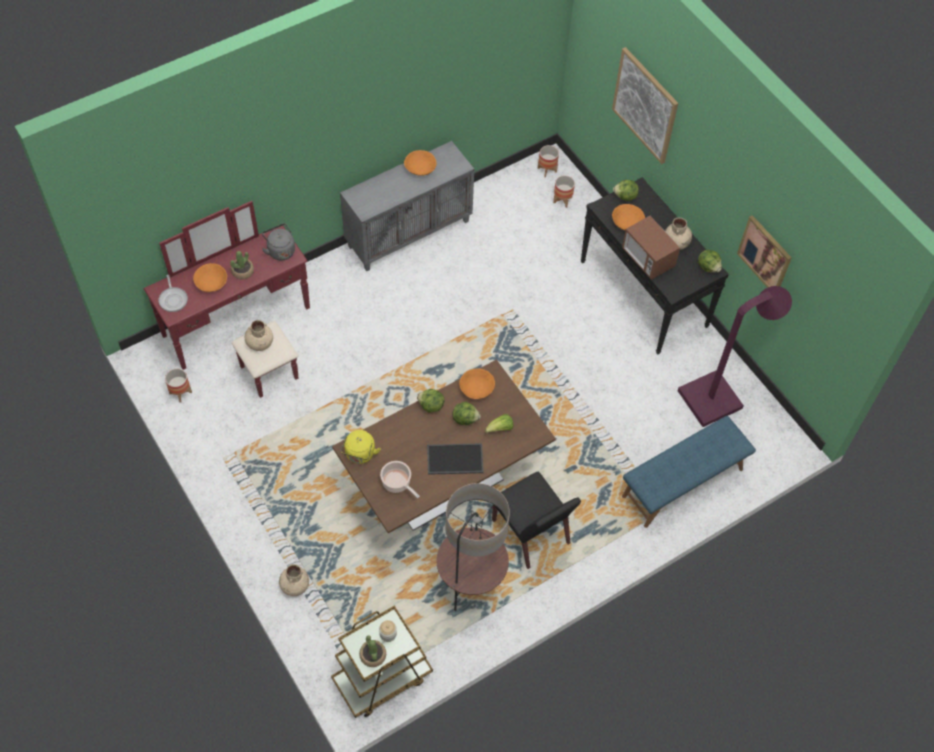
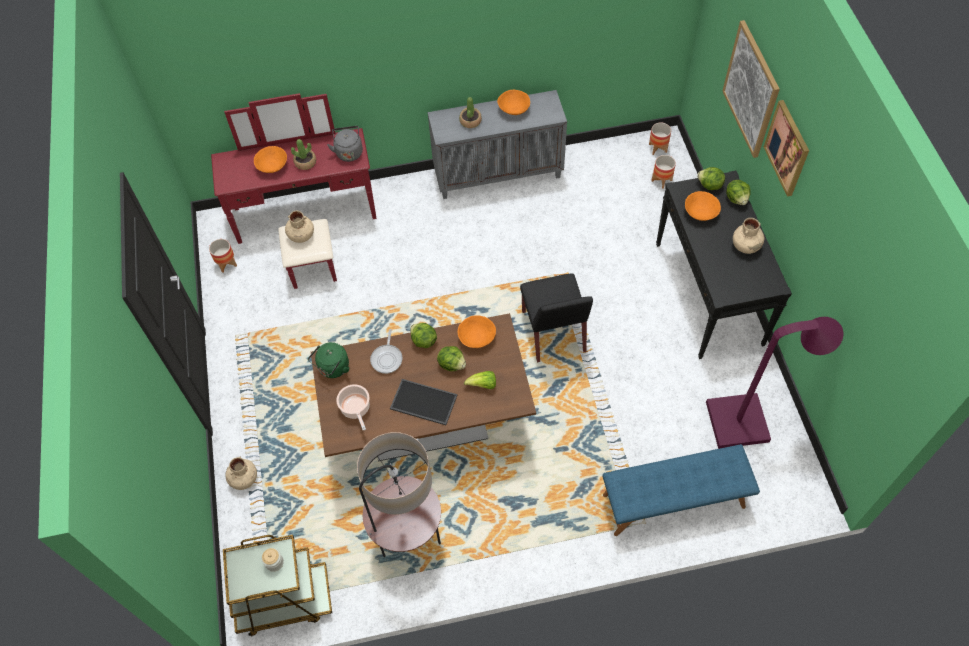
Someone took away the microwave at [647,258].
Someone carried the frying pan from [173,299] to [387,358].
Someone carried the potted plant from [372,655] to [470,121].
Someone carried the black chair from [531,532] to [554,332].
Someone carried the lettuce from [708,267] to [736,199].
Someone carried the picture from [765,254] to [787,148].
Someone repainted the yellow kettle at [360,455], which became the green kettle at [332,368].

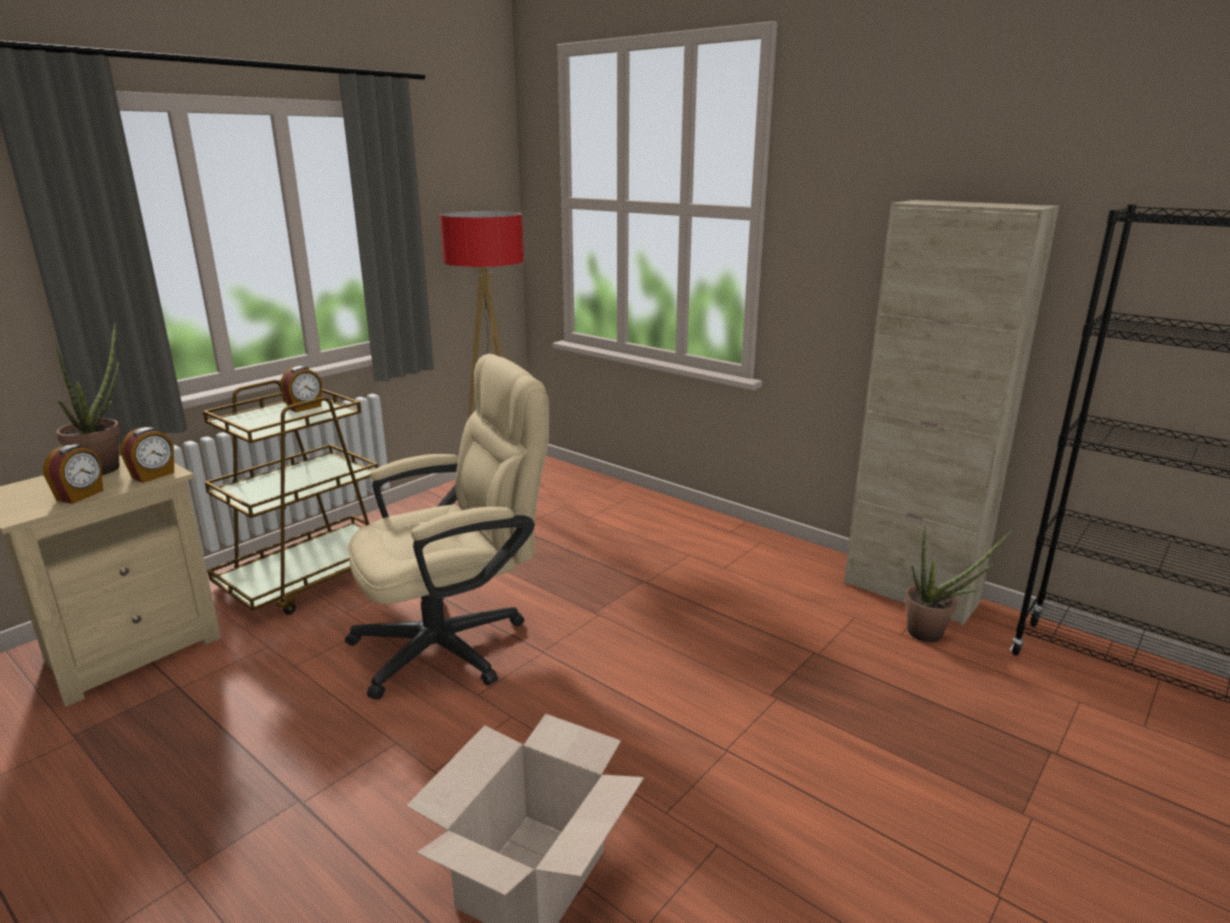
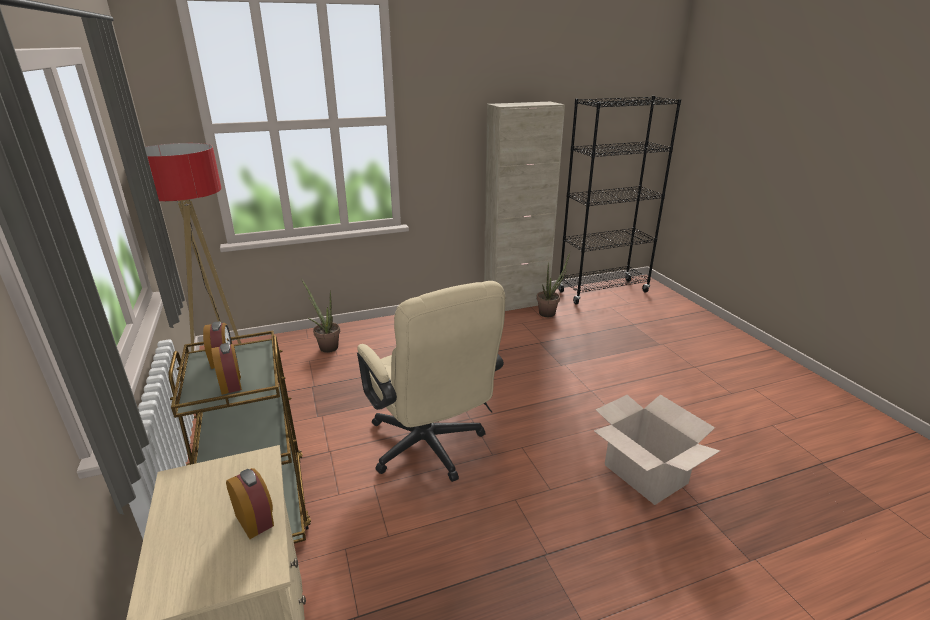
Someone carried the potted plant from [105,466] to [326,346].
Someone carried the alarm clock from [153,475] to [231,384].
Someone rotated the beige office chair at [456,642] by 150 degrees clockwise.

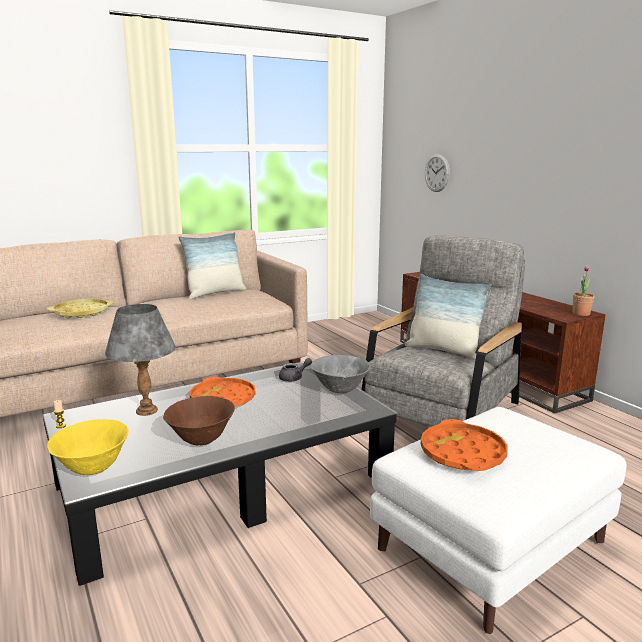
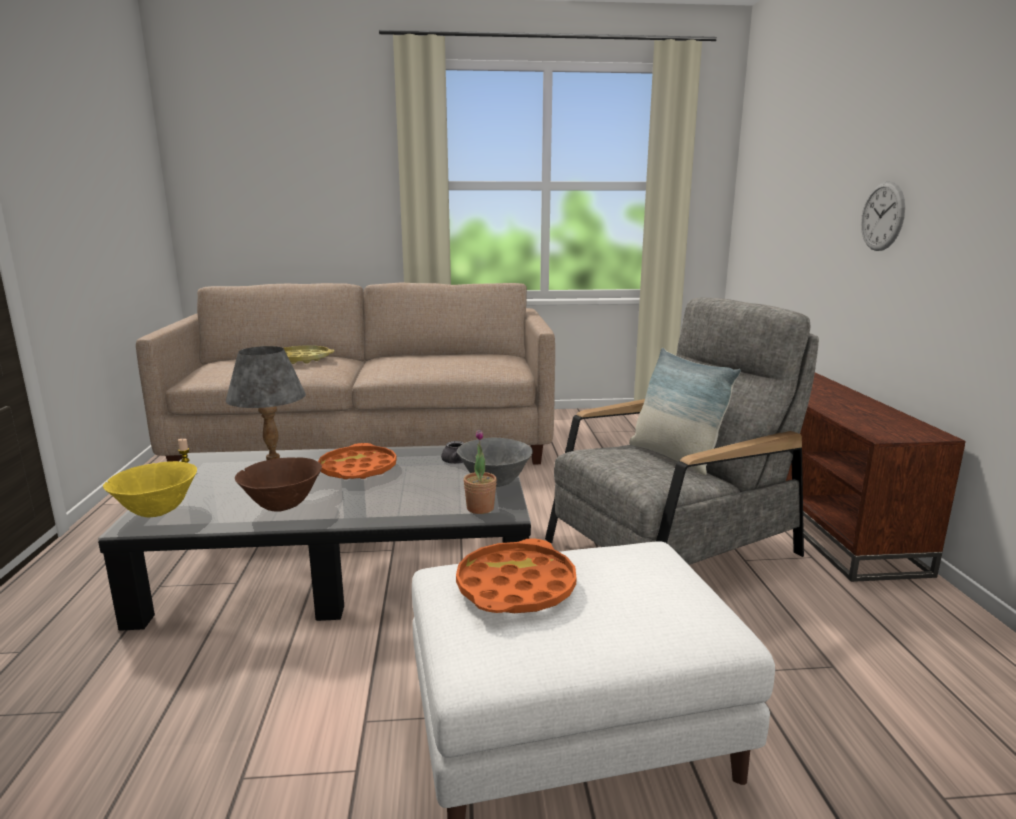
Someone took away the pillow at [215,293].
Someone carried the wall clock from [437,173] to [882,216].
Someone carried the potted plant from [581,313] to [480,508].

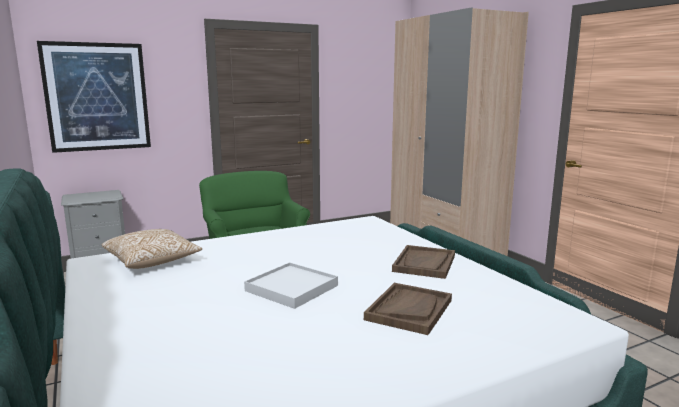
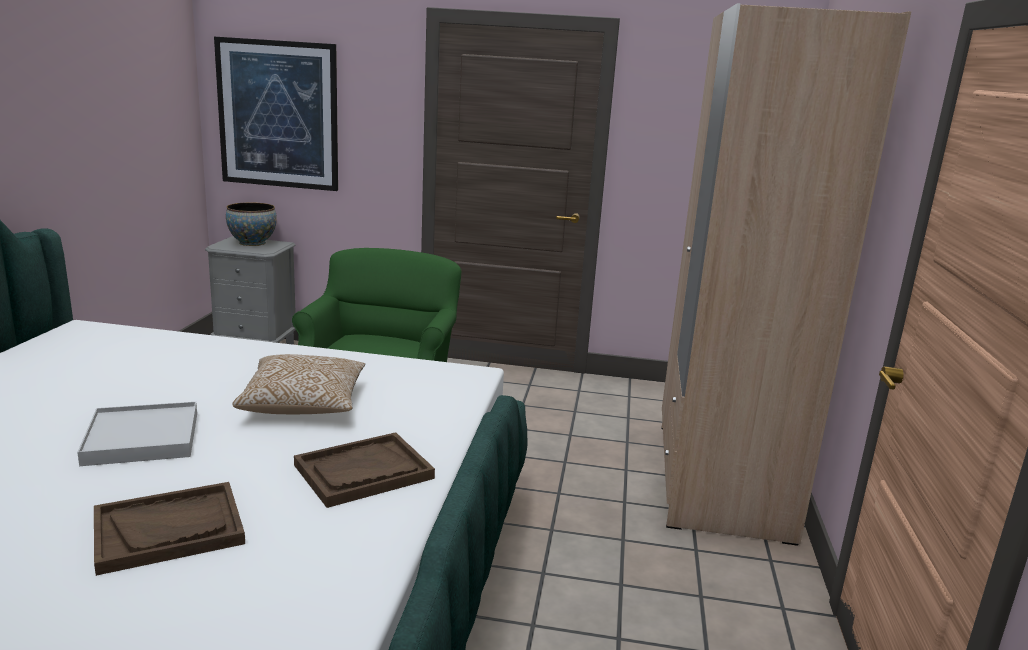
Someone put down the bowl at [252,243].
Someone carried the pillow from [153,261] to [303,404].

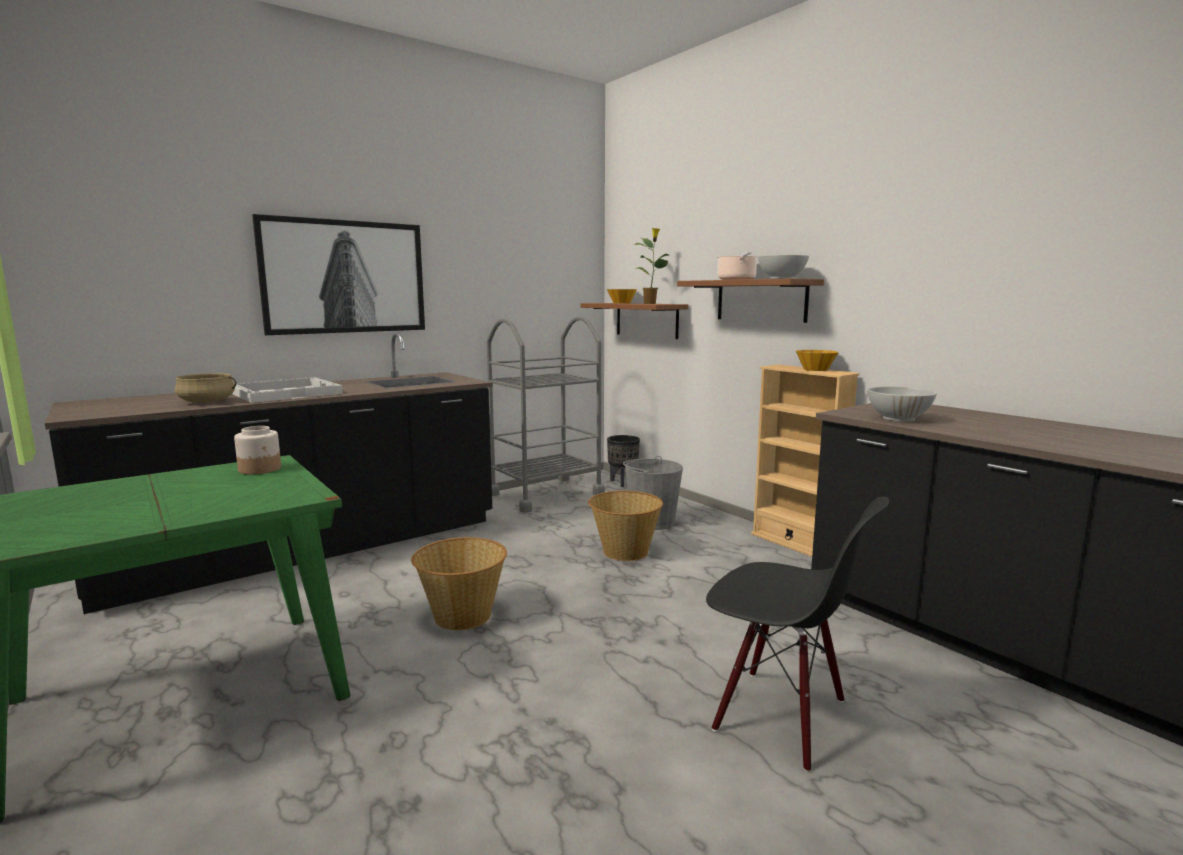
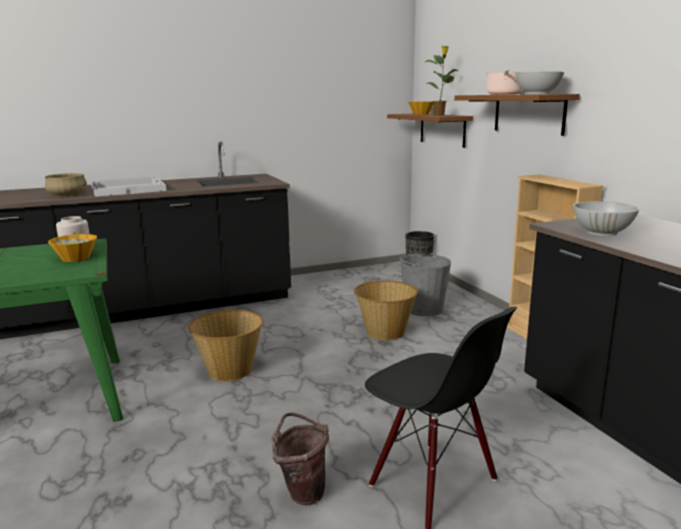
Someone took away the picture at [345,277].
Someone took away the grey cart at [546,494].
Someone put down the brown bucket at [302,491].
Someone carried the bowl from [815,369] to [75,258].

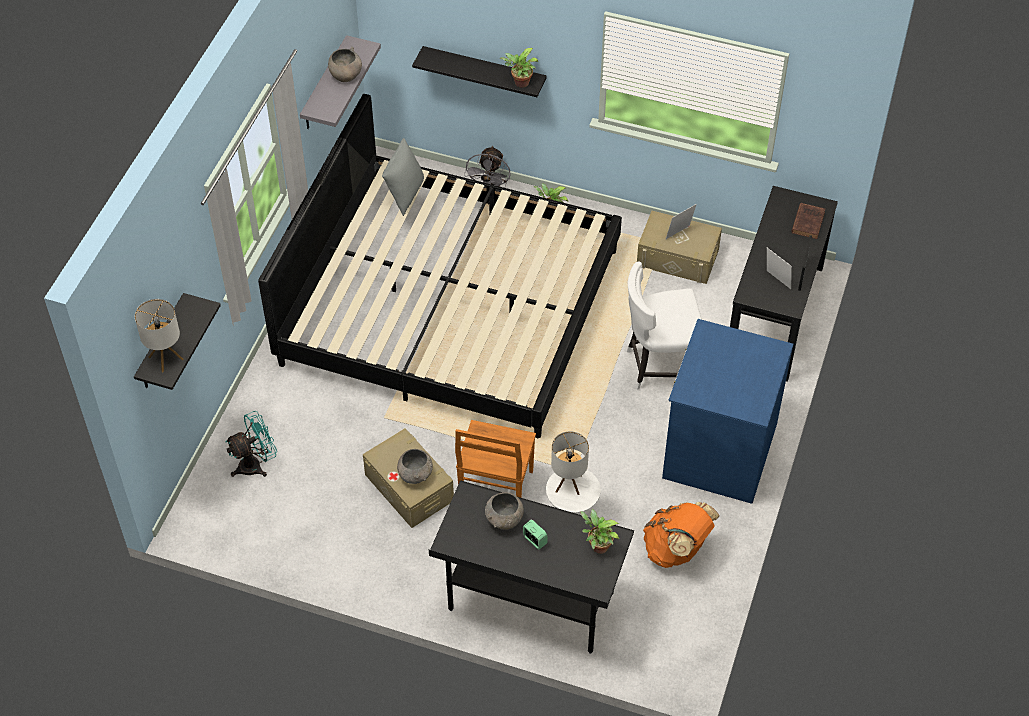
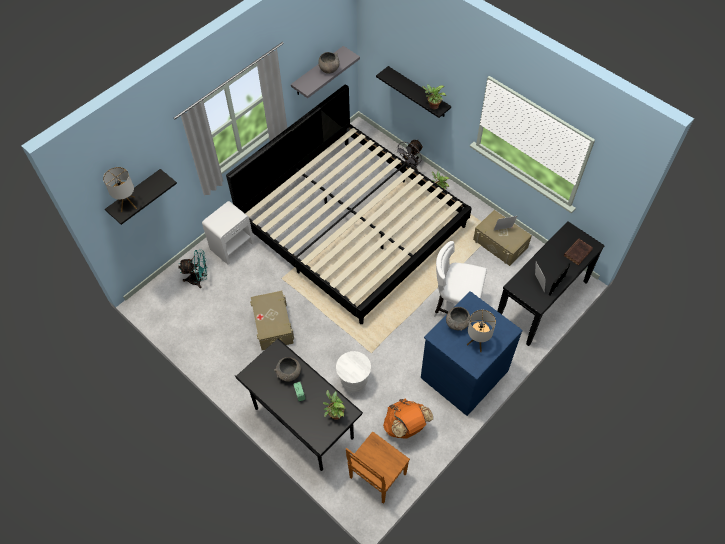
Someone took away the grey pillow at [404,195].
Someone put down the white nightstand at [232,246].
Someone carried the grey bowl from [415,475] to [457,324].
Someone carried the brown chair from [495,489] to [376,477].
Someone carried the table lamp from [568,483] to [477,342].

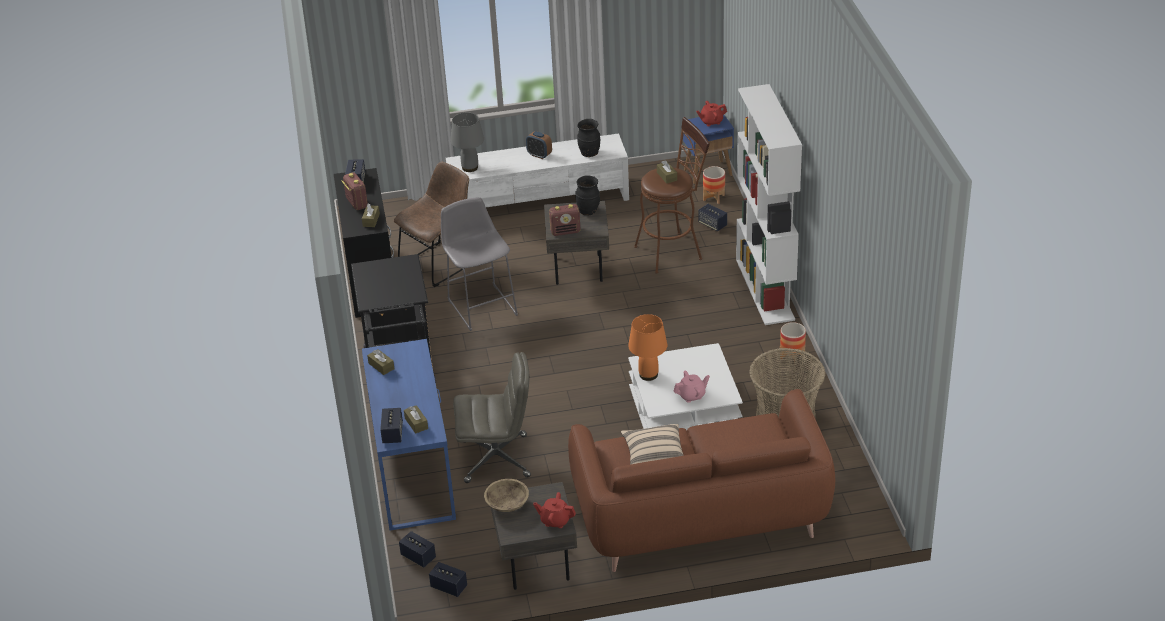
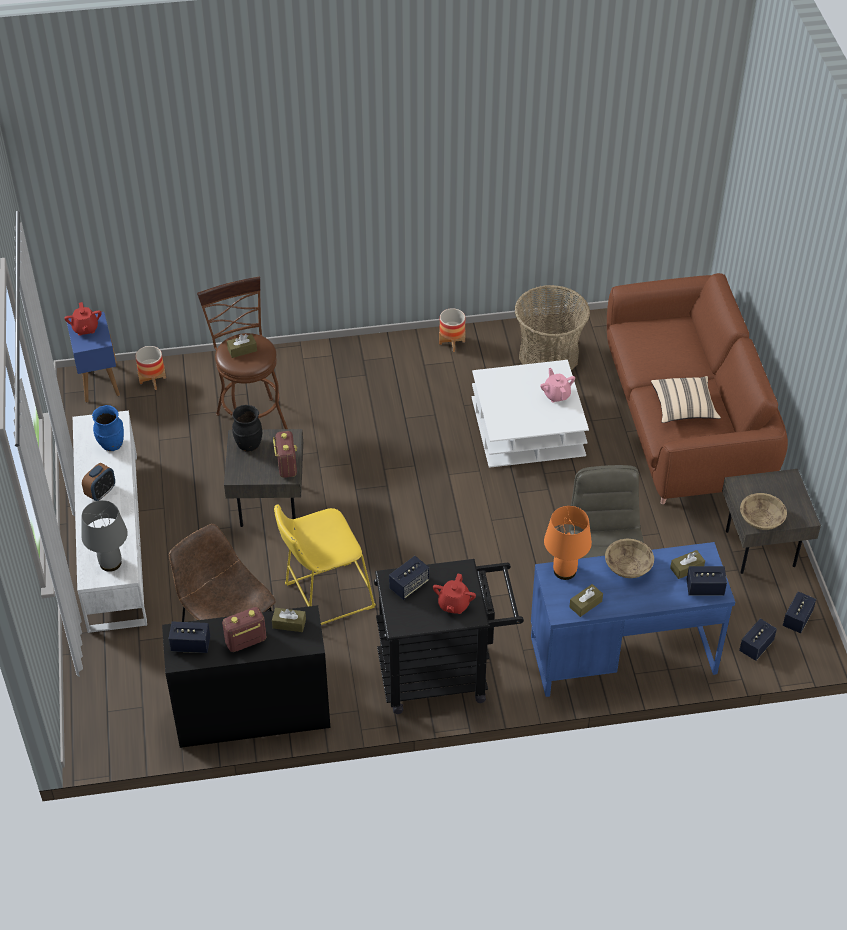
Someone took away the white bookcase at [765,290].
Someone put down the beige bowl at [628,567].
Someone carried the red teapot from [555,520] to [453,604].
Someone carried the orange table lamp from [649,374] to [564,570].
Someone carried the speaker from [712,225] to [409,585].
Someone repainted the grey stool at [481,305], which became the yellow stool at [324,597].
Someone repainted the black vase at [589,153], which became the blue vase at [111,445].

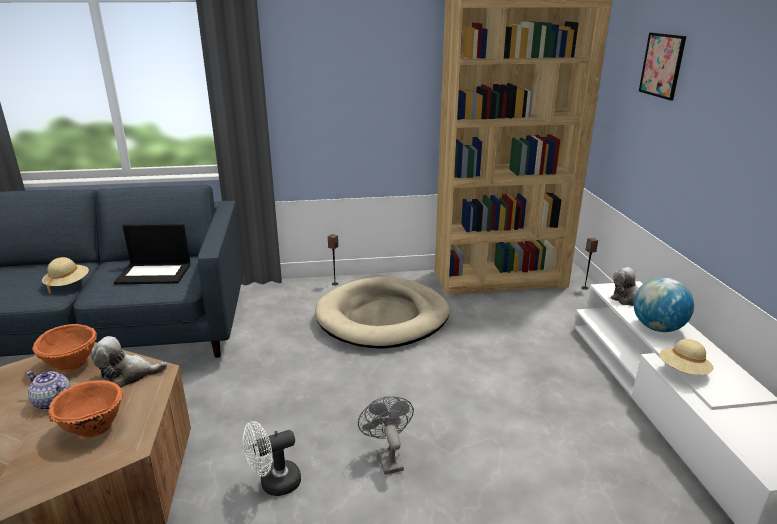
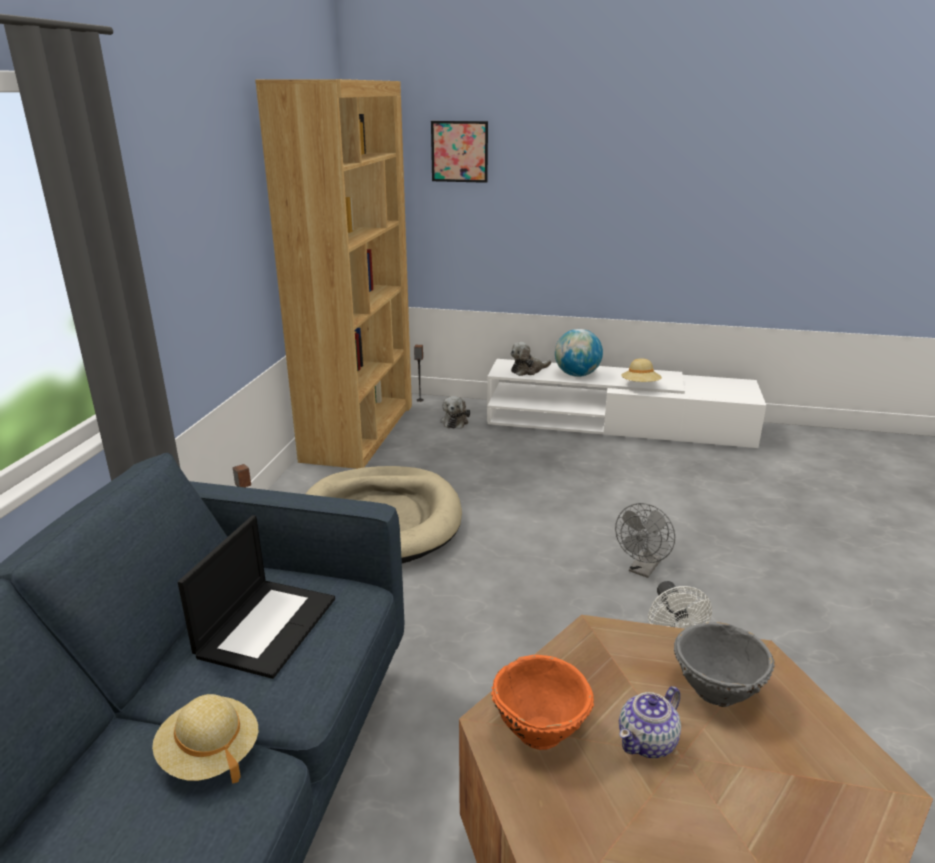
Someone carried the plush toy from [128,375] to [455,421].
Someone repainted the orange bowl at [93,427], which became the grey bowl at [716,691].
Someone rotated the grey fan at [387,457] by 60 degrees counterclockwise.

